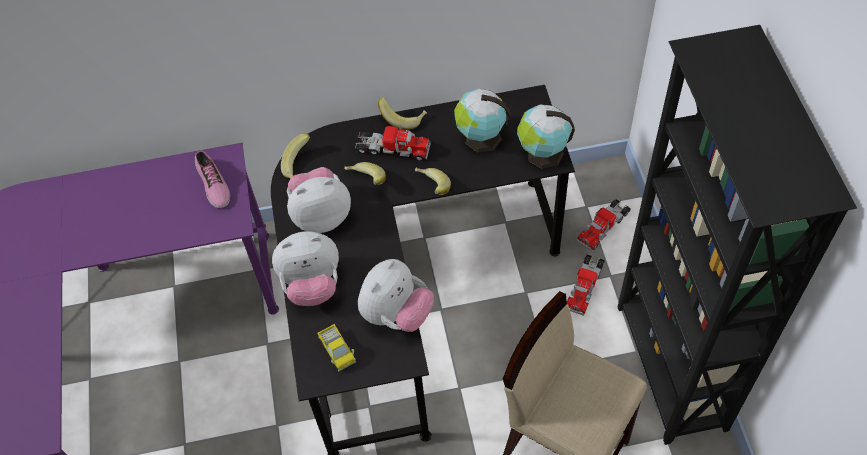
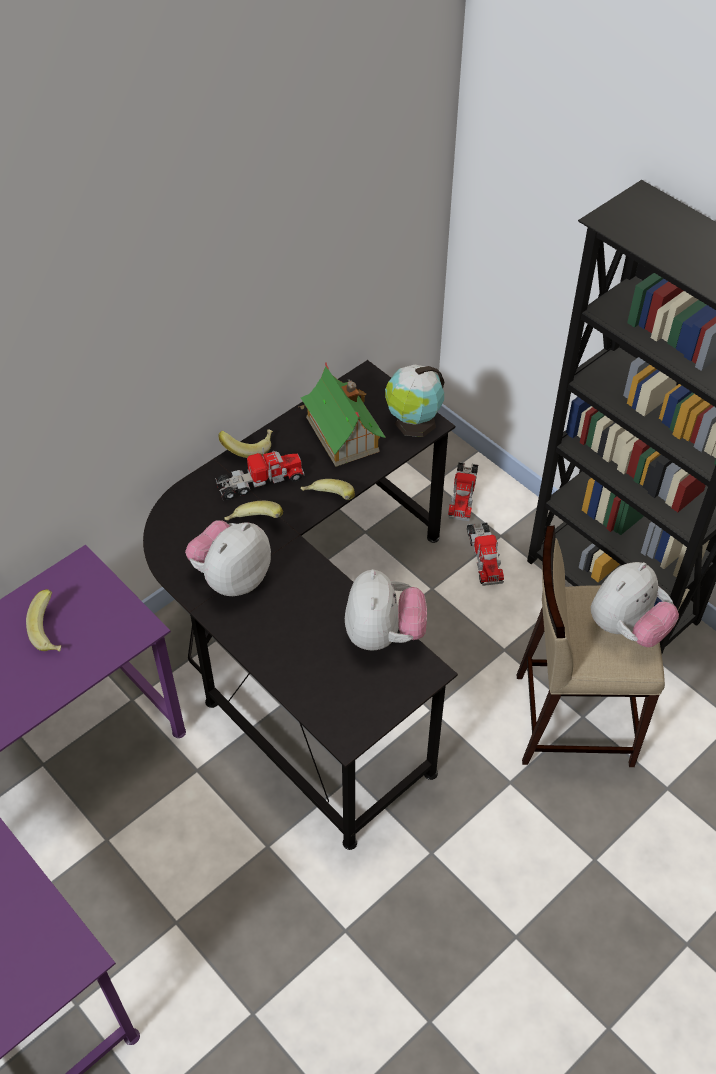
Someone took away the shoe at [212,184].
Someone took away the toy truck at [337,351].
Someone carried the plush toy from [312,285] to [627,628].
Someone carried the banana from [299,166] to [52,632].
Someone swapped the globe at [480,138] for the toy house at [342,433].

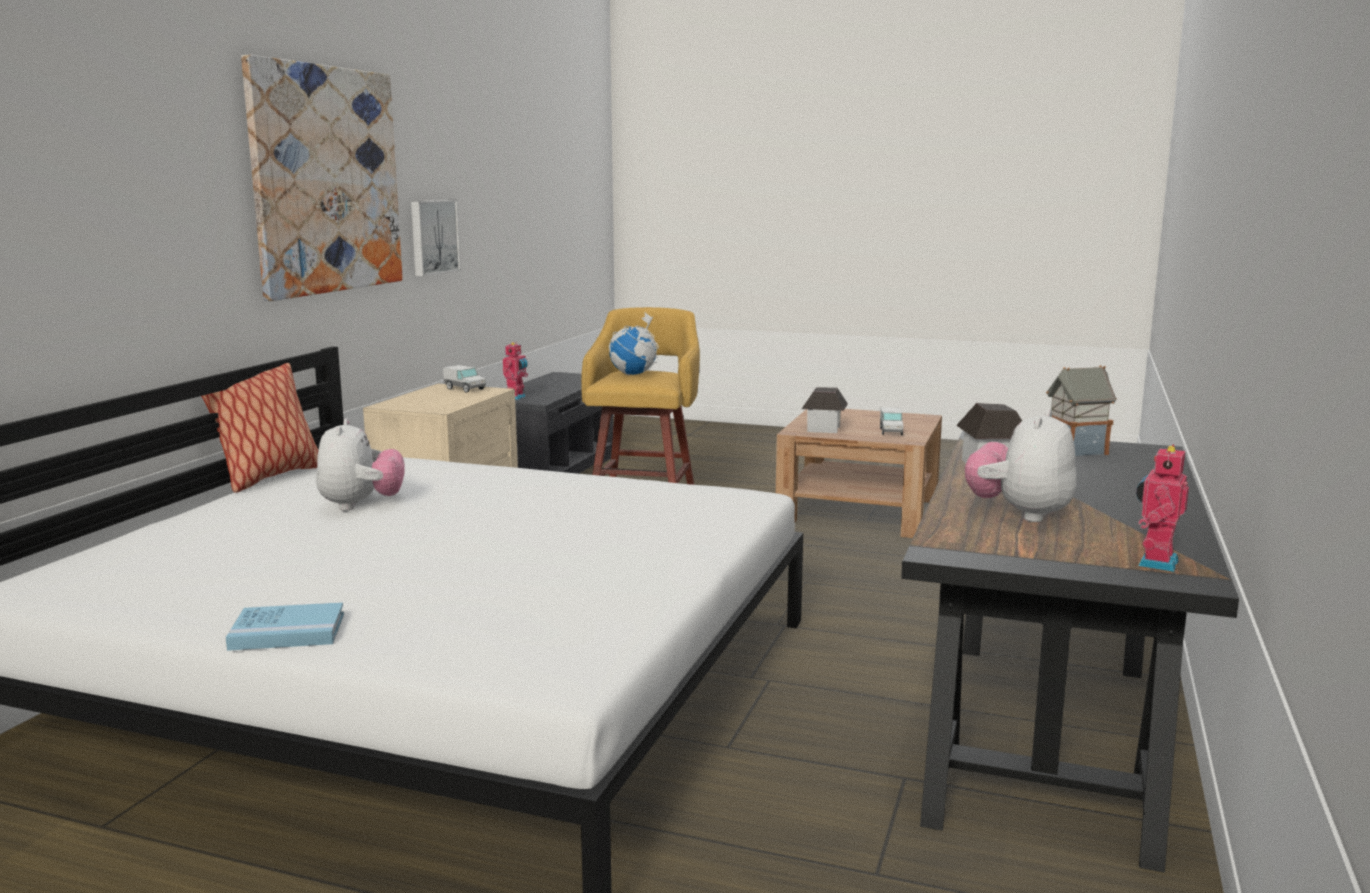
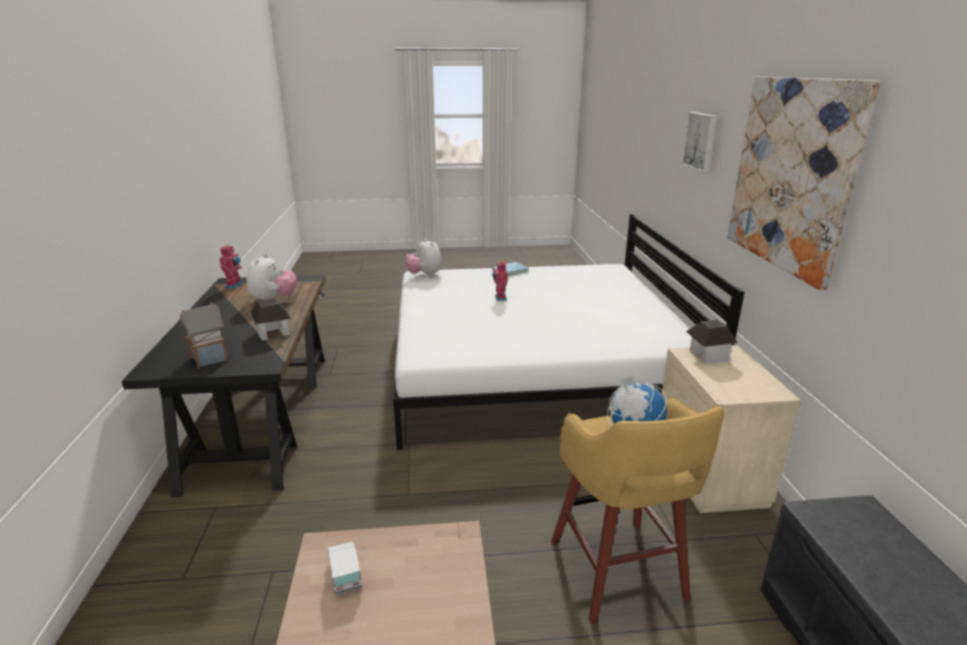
Someone took away the pillow at [269,478].
Someone took away the toy truck at [465,389].
Someone carried the plush toy from [361,505] to [424,275].
Someone carried the picture from [432,237] to [701,141].
Someone carried the toy robot from [516,398] to [499,298].
Someone carried the toy house from [824,429] to [708,355].

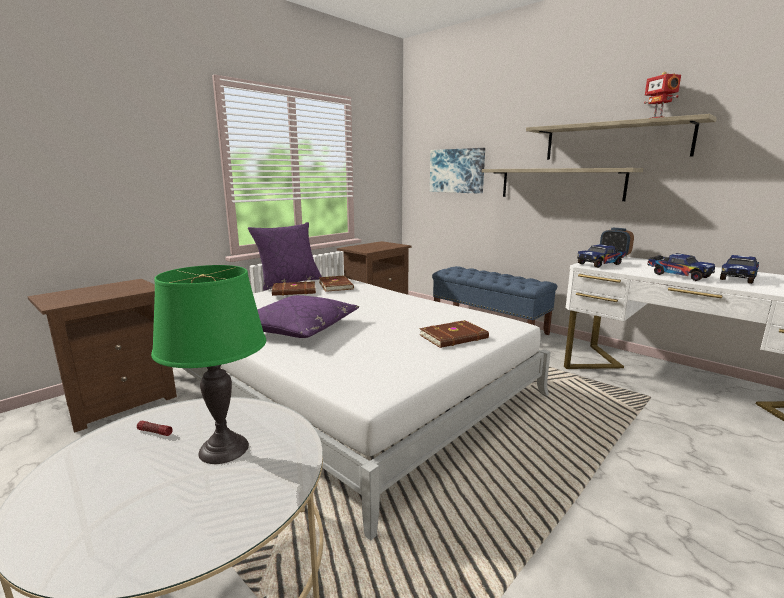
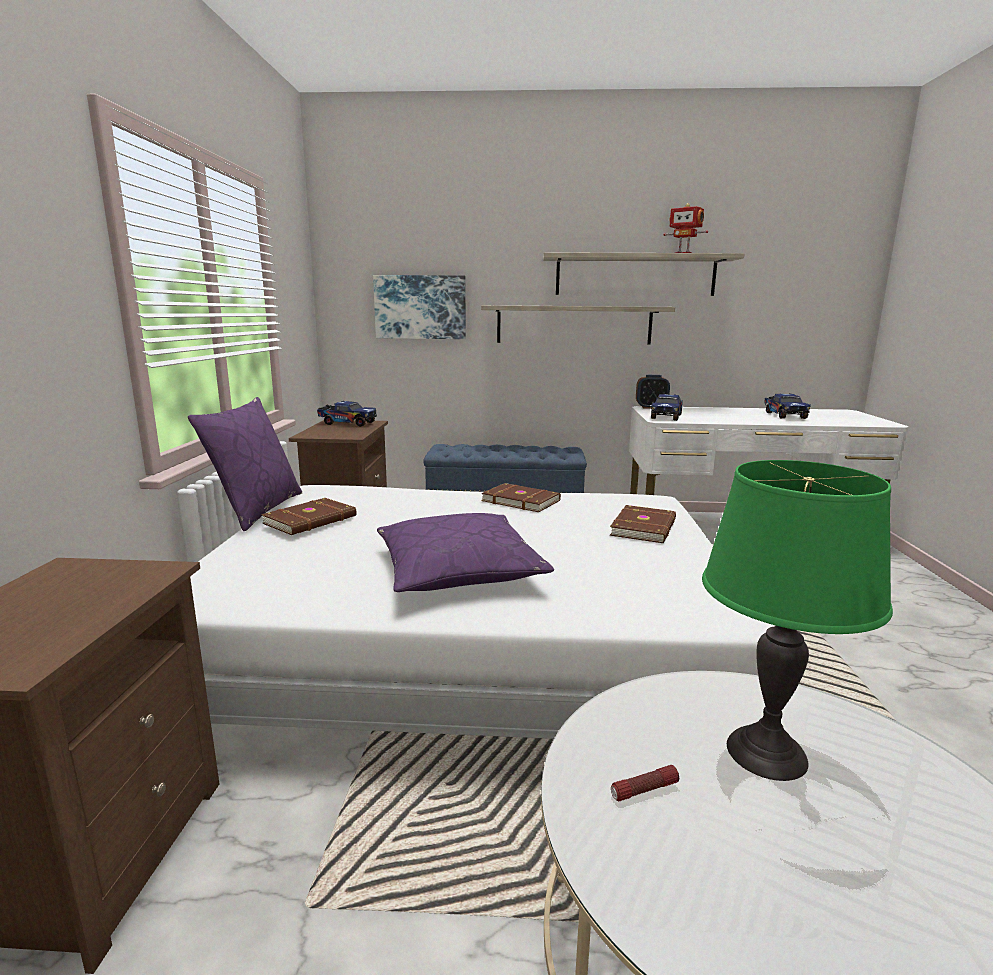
Someone carried the brown book from [336,285] to [521,500].
Someone carried the toy truck from [677,275] to [346,423].

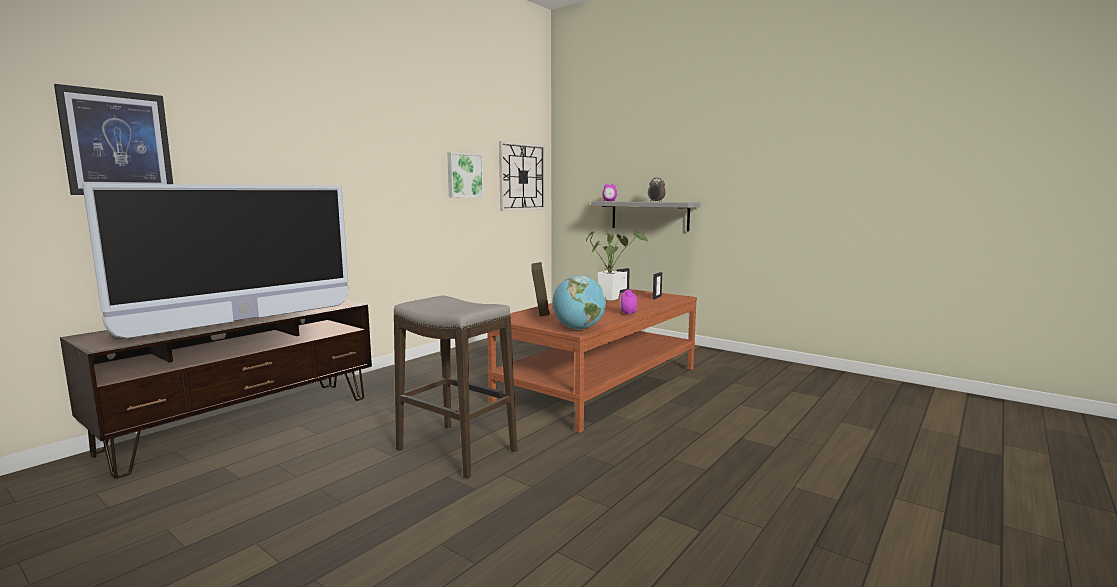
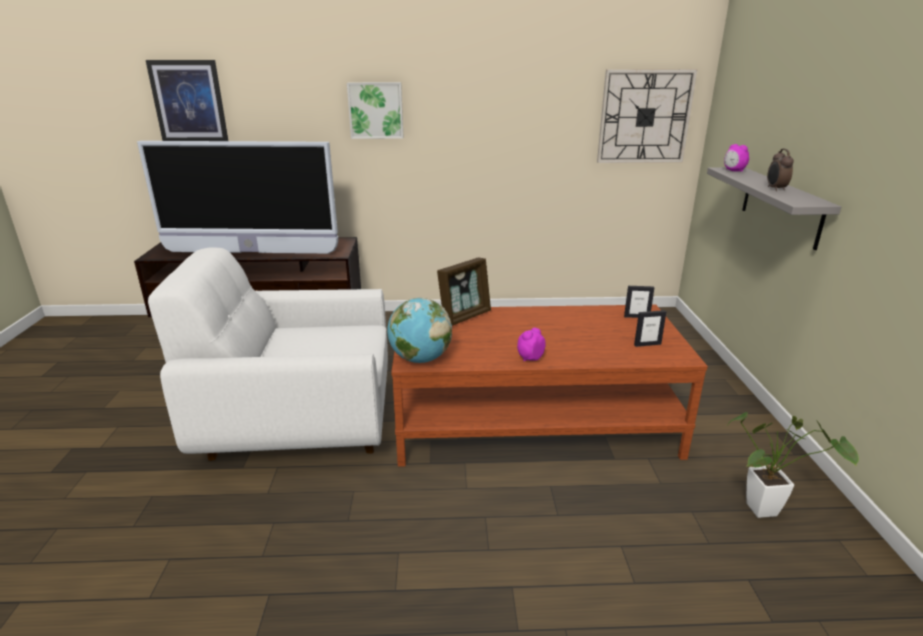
Someone carried the picture from [464,175] to [376,110].
Someone carried the potted plant from [611,298] to [768,509].
Someone swapped the stool at [456,451] for the white armchair at [298,425].

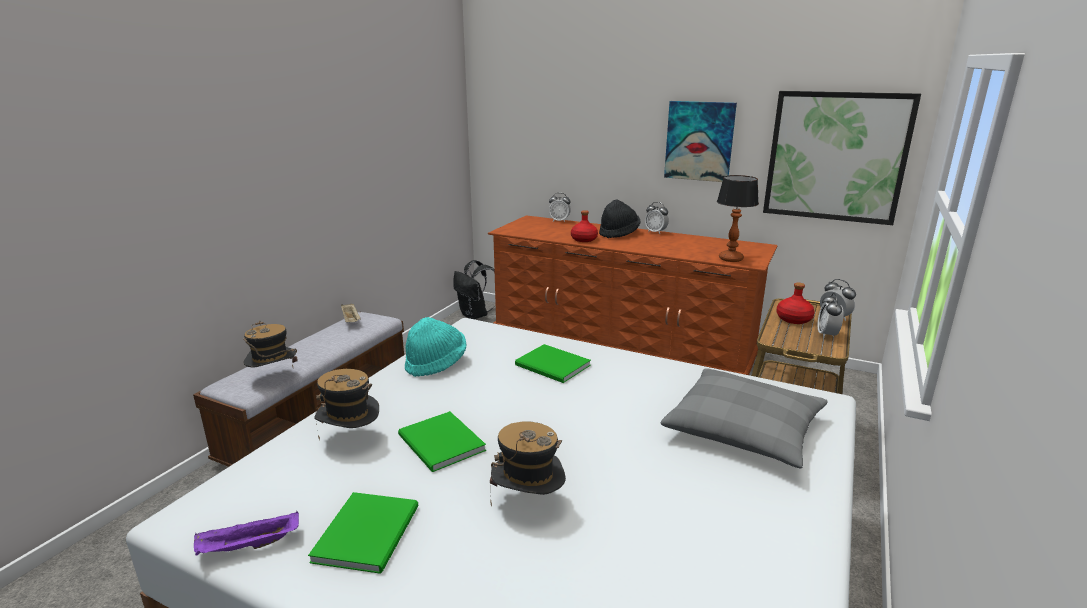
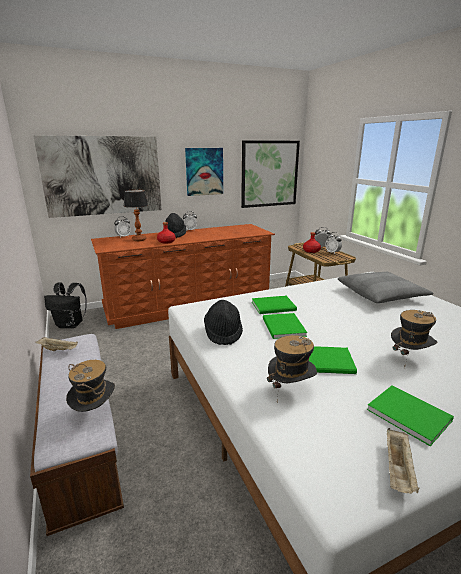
Someone put up the picture at [103,176].
Someone put down the green book at [283,328].
Someone carried the table lamp from [730,259] to [139,239].
Someone repainted the purple tray at [248,547], which became the beige tray at [398,470].
Someone repainted the turquoise hat at [436,364], which became the black hat at [223,333].

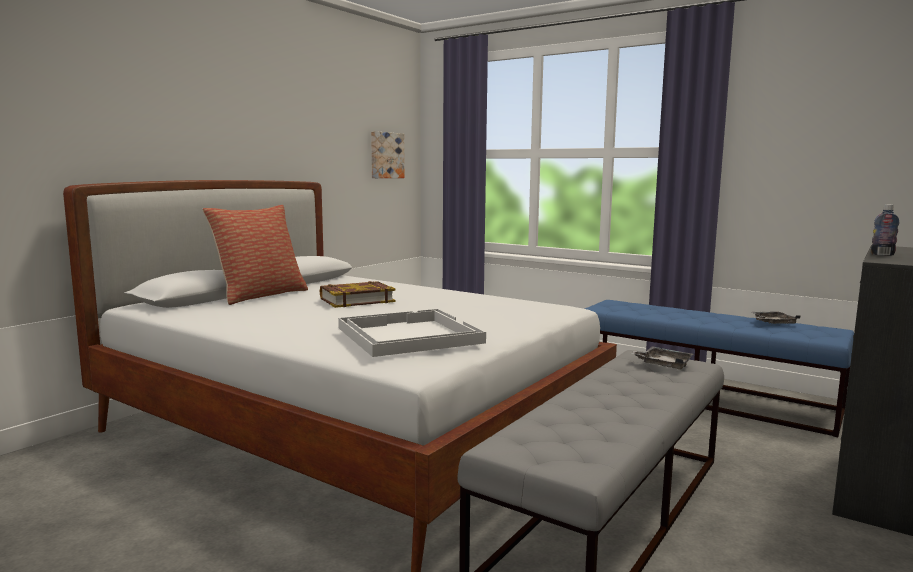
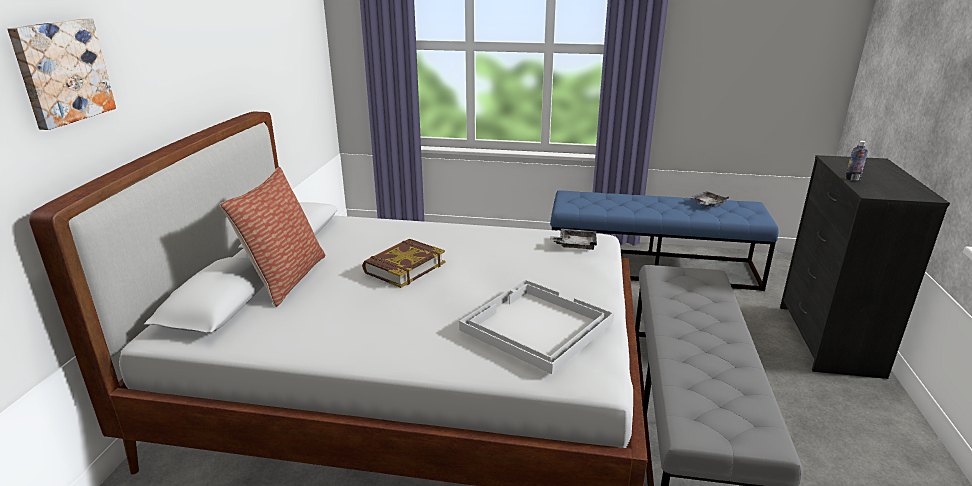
Someone carried the picture from [386,155] to [61,72].
Someone carried the grey tray from [663,364] to [575,245].

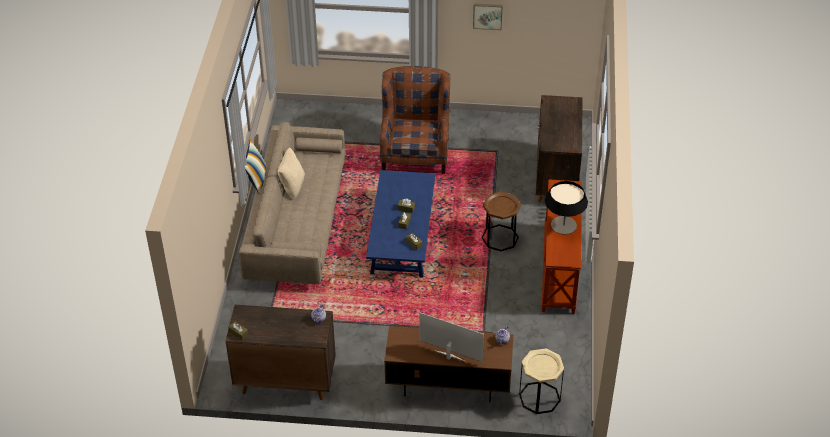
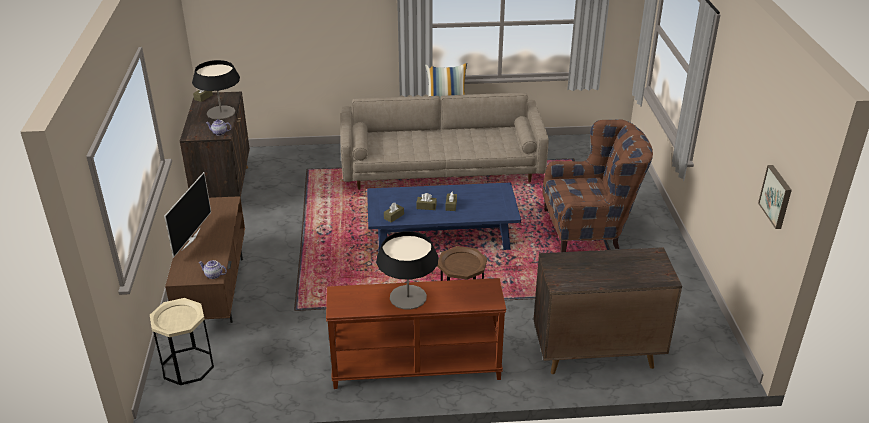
Someone took away the beige pillow at [292,186].
Someone put down the table lamp at [221,112].
Someone carried the picture from [487,15] to [777,196].

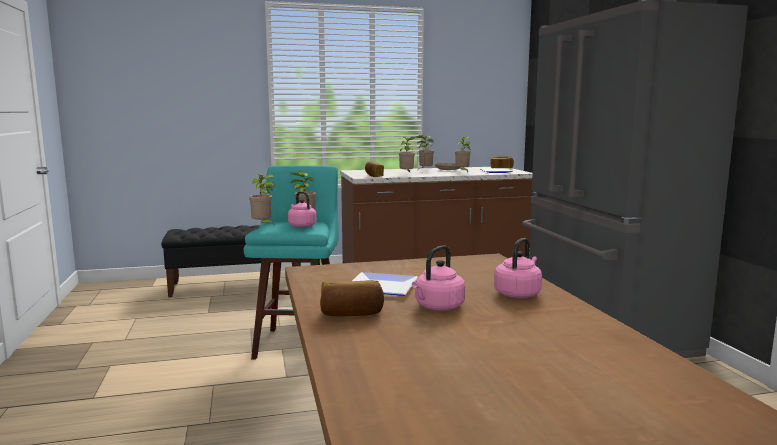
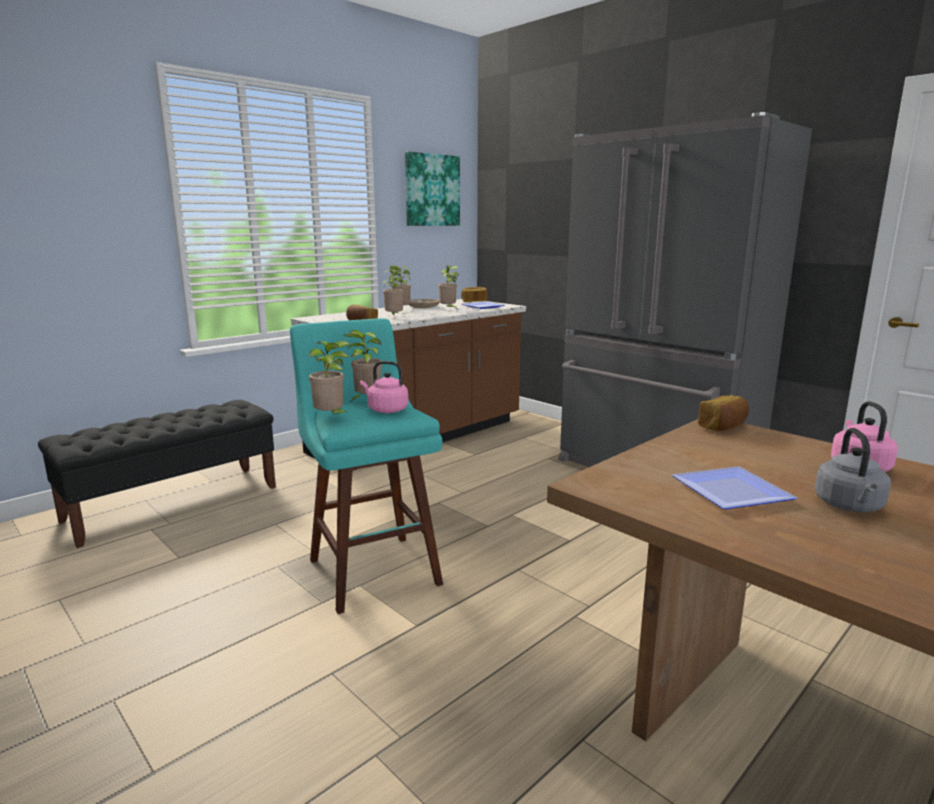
Someone put up the picture at [432,190].
Someone carried the bread from [351,314] to [723,427].
Someone repainted the pink kettle at [437,307], which became the grey kettle at [849,506].

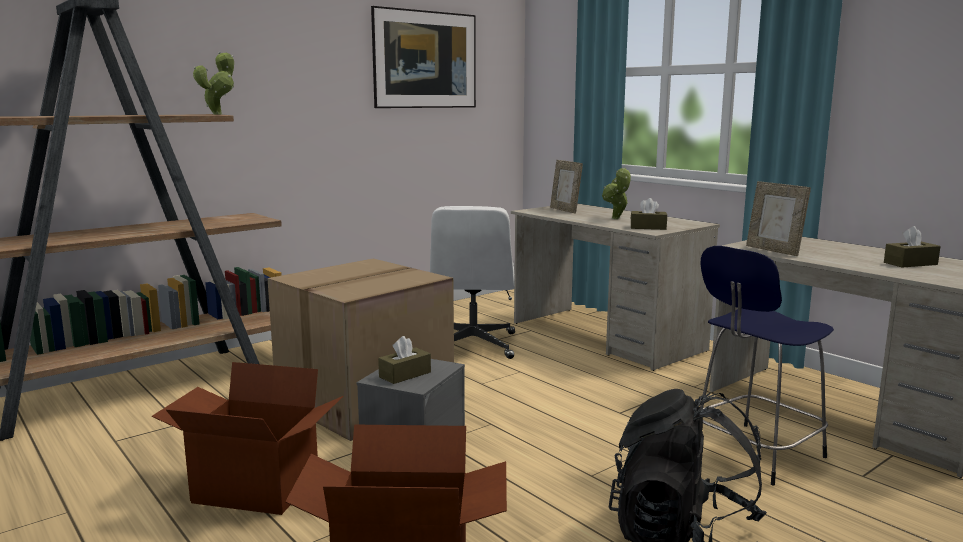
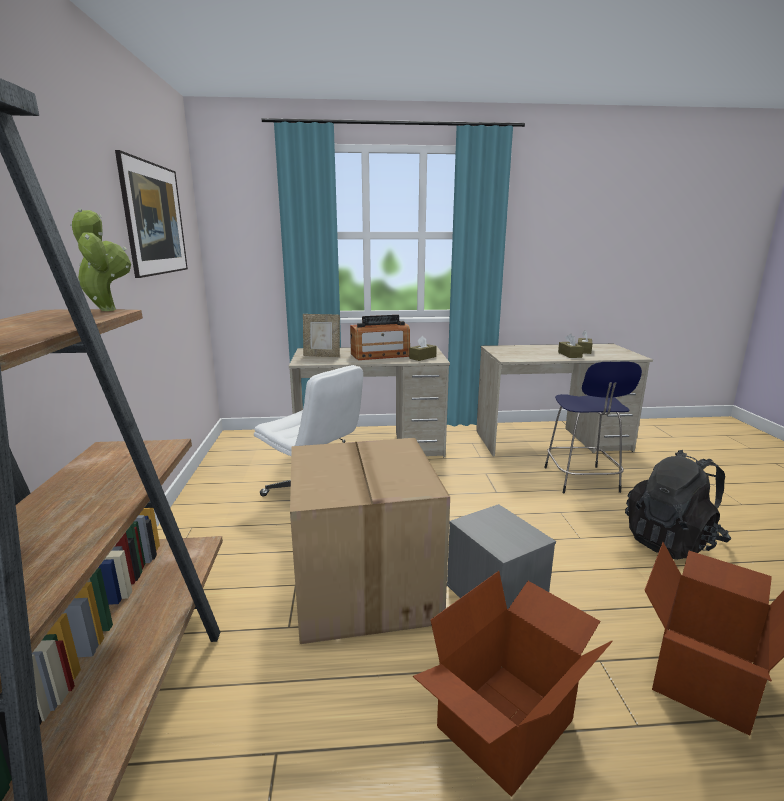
Someone took away the picture frame at [774,250].
Someone carried the brown tissue box from [405,374] to [569,355].
Someone swapped the potted plant at [616,219] for the radio at [380,355].

